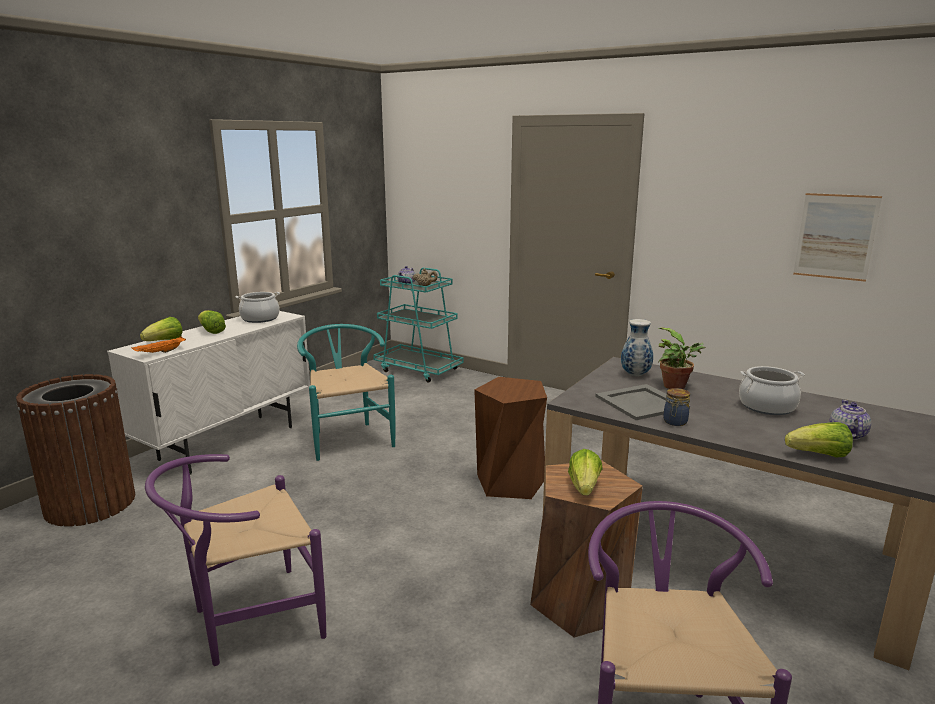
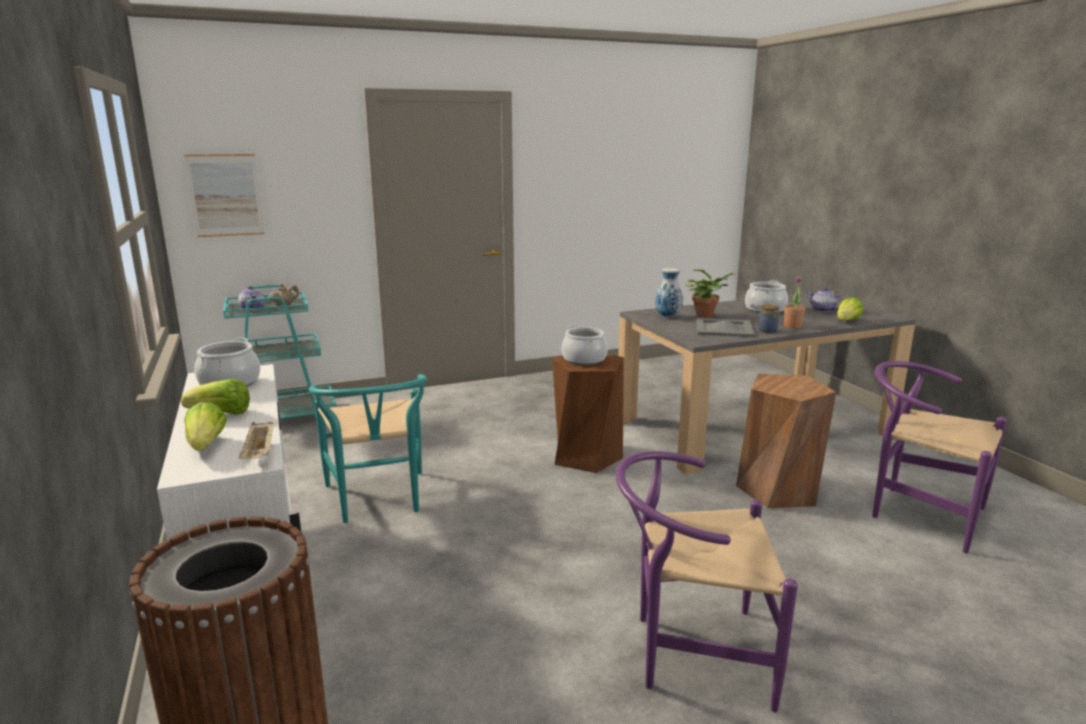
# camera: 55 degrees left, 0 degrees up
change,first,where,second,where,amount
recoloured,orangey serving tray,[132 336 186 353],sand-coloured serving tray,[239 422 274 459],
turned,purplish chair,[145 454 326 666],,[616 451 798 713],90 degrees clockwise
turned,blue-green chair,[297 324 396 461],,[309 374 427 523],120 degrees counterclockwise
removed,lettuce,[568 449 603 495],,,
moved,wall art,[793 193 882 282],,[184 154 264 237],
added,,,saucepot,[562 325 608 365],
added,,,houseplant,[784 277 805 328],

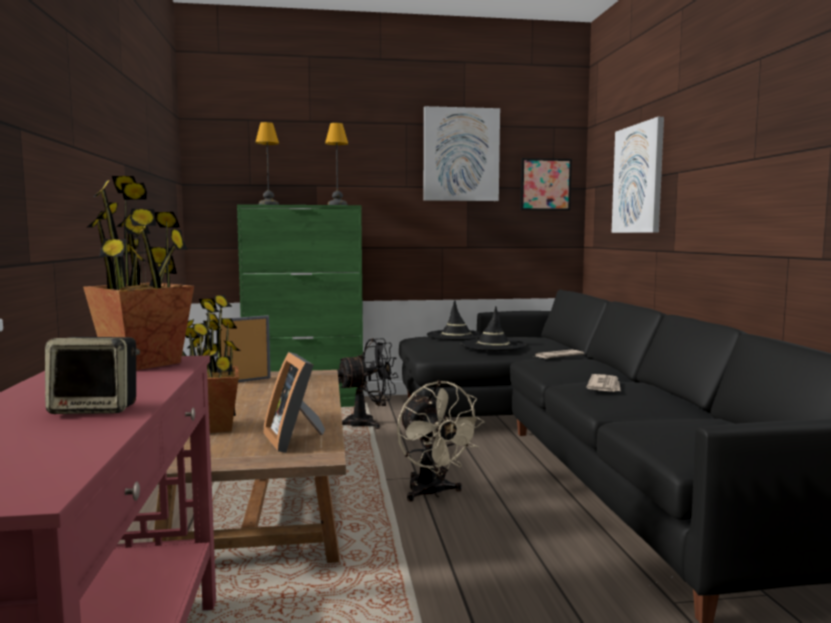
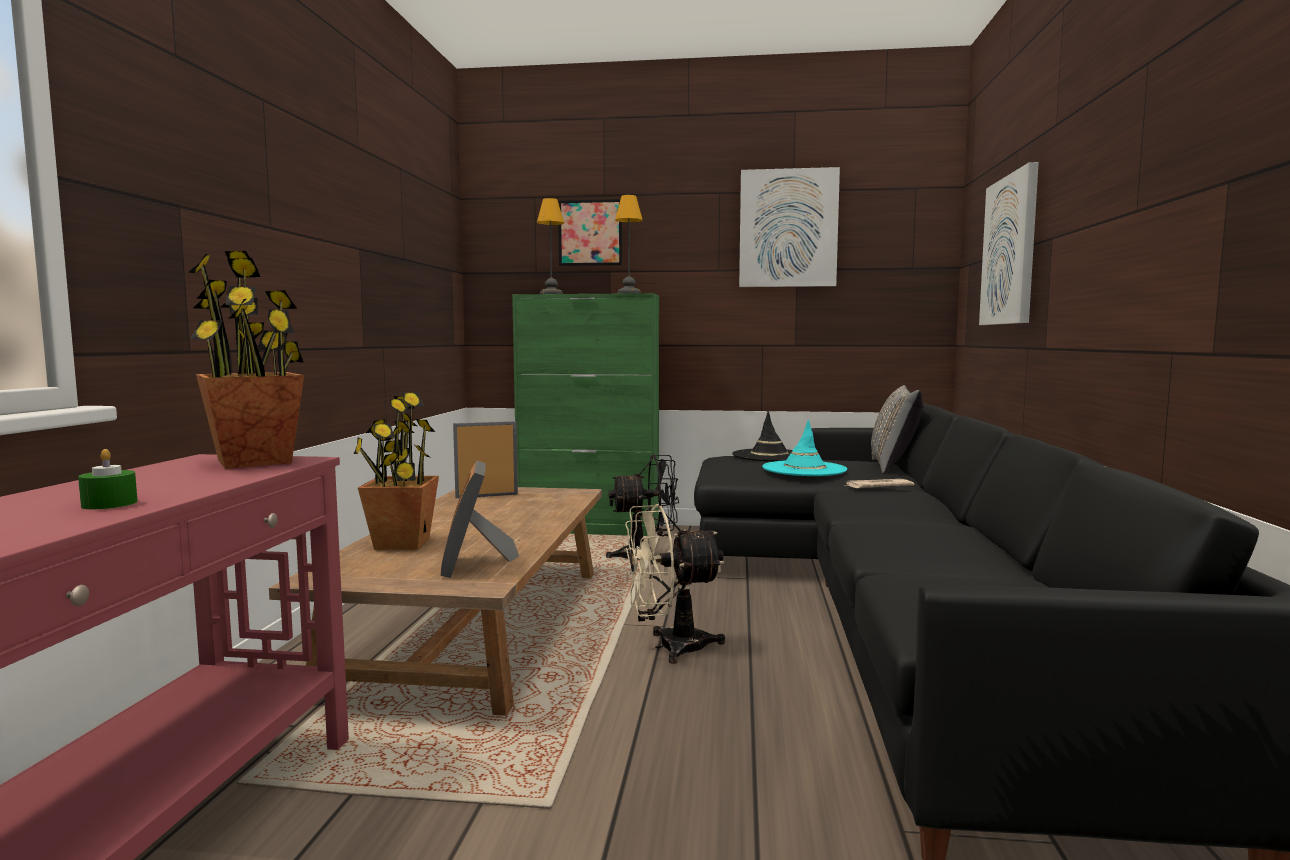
# camera: 15 degrees right, 0 degrees up
change,first,where,second,where,amount
replaced,speaker,[45 337 140 414],green-coloured candle,[78 449 138 509],
turned,sand-coloured fan,[397 380 485 502],,[624 504 725 664],90 degrees clockwise
recoloured,blackish clothing hat,[461 307 526 351],blue-green clothing hat,[762 419 847 476],
moved,wall art,[520 158 572 211],,[558 199 622 266],
removed,printed paper,[586 374 621 392],,,
added,,,grey cushion,[871 385 924 474],

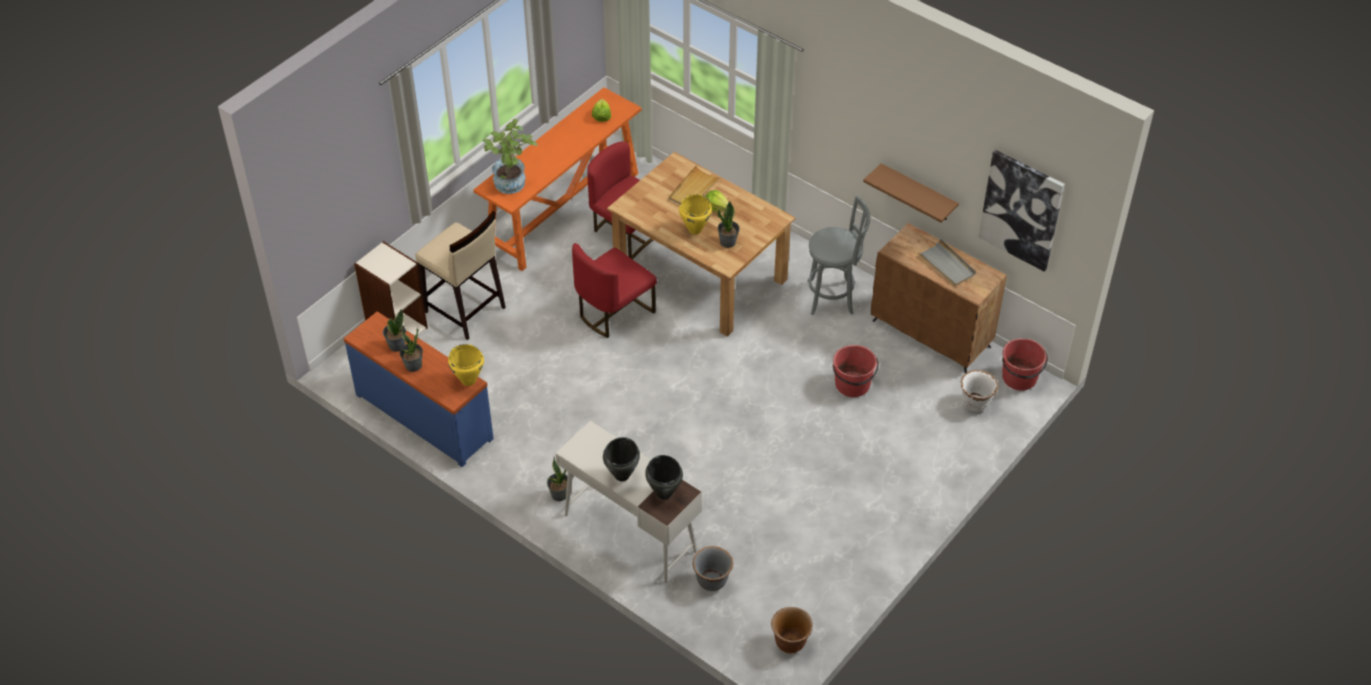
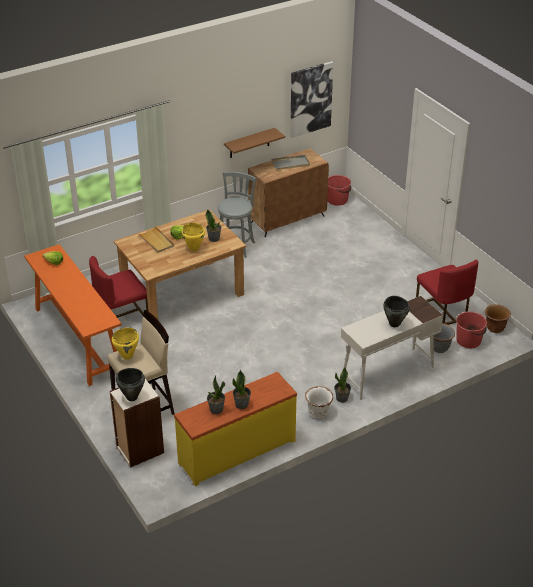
# camera: 70 degrees left, 10 degrees down
change,first,where,second,where,amount
recoloured,blue-coloured chest of drawers,[343 311 494 467],yellow-coloured chest of drawers,[174 372 297 486],
moved,yellow-coloured saucepot,[448 344 484 386],,[112 328 139 360],
removed,houseplant,[483 118 537 194],,,
moved,reddish chair,[572 243 657 338],,[416 260 478 325],
moved,blackish saucepot,[645 455 683 500],,[116 368 145 401],
moved,reddish pail,[833 345 879 397],,[456 311 487 348],
moved,whitish flower pot,[961 370 998 412],,[305 386 333 419],

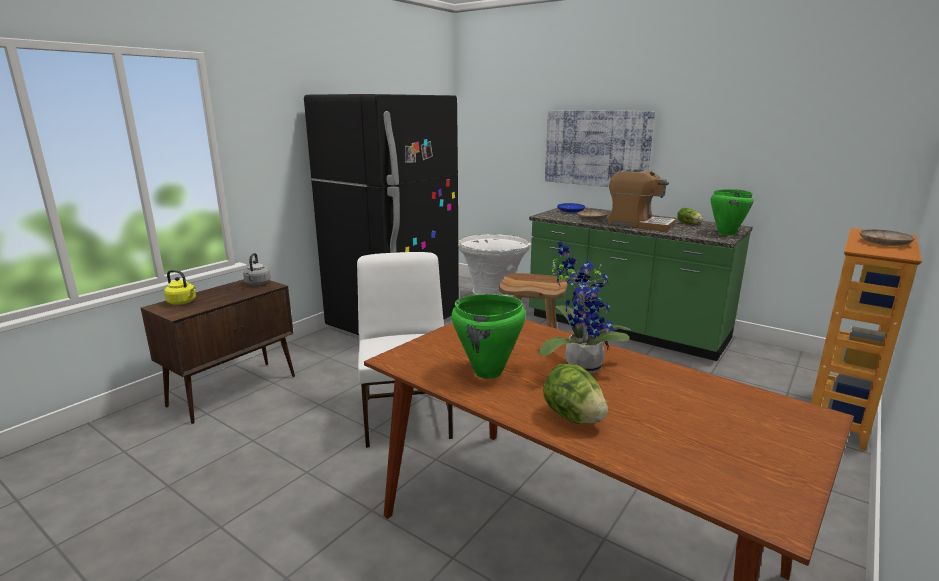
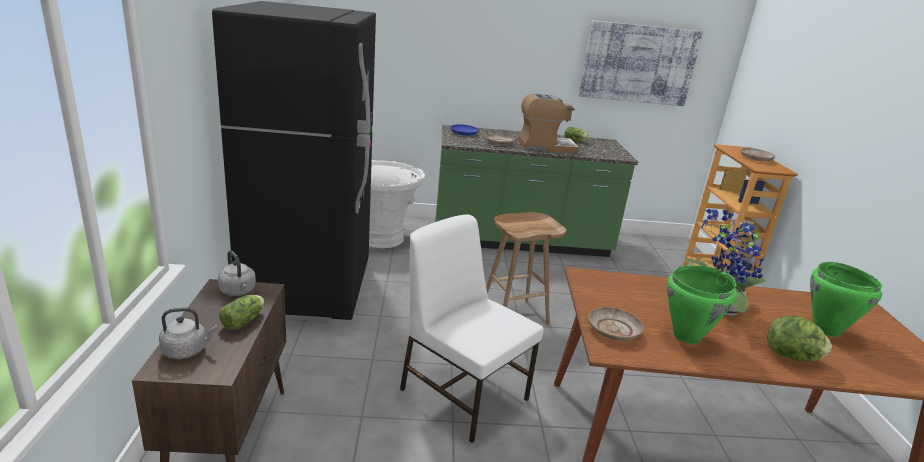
# camera: 40 degrees left, 5 degrees up
change,first,where,second,where,amount
recoloured,yellow-coloured tea kettle,[164 270 196 305],grey tea kettle,[159 308 217 359],
moved,wall art,[545 110 655 187],,[579 20 703 106],
moved,green-coloured saucepot,[711 189 754 235],,[810 262 882 337],
added,,,lettuce,[219 295 265 330],
added,,,sand-coloured plate,[588 307 644 341],

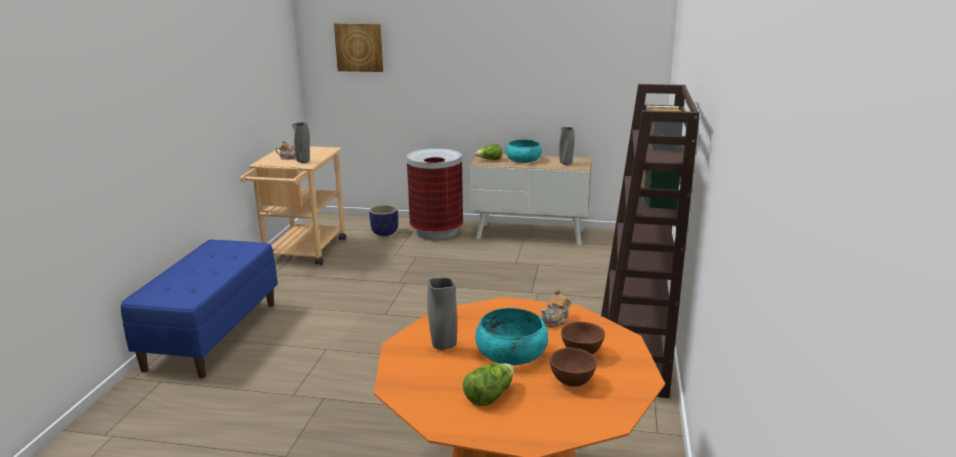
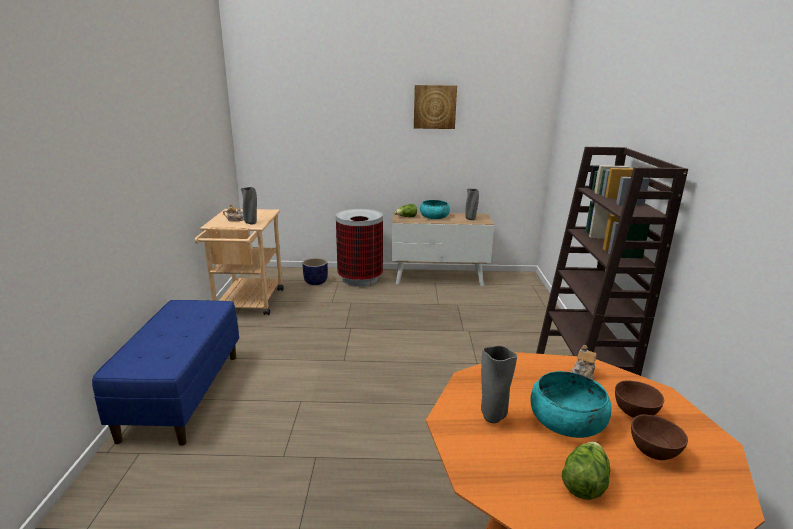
# camera: 10 degrees left, 0 degrees up
change,first,where,second,where,amount
moved,wall art,[334 23 383 72],,[414 85 457 129],

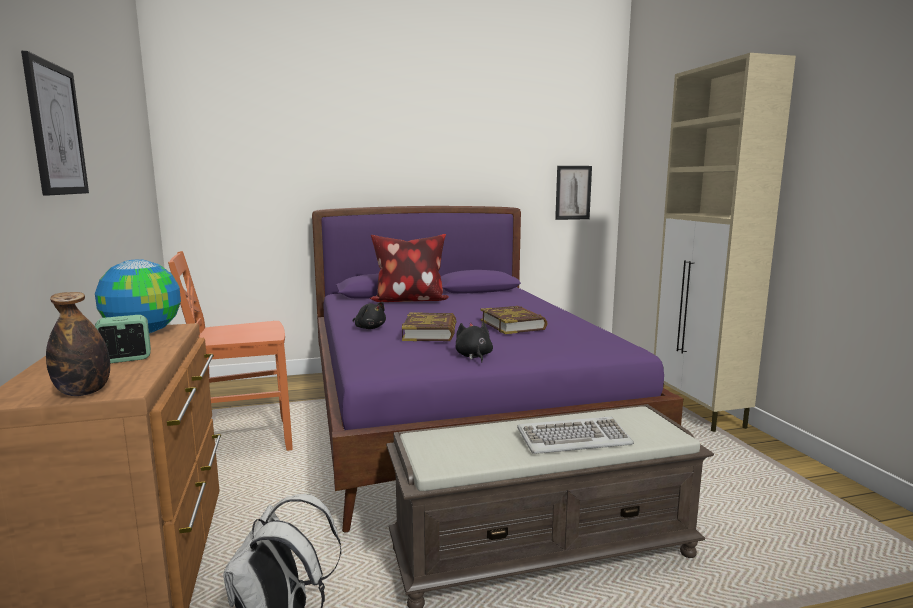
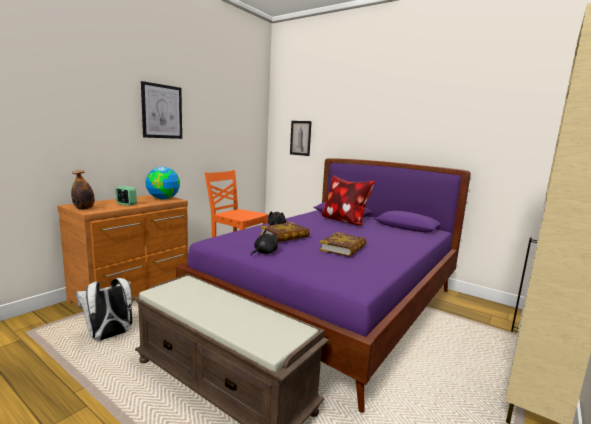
# camera: 50 degrees right, 0 degrees up
change,first,where,second,where,amount
removed,PC keyboard,[517 417 634 454],,,
moved,wall art,[555 166 592 220],,[290 121 312 156],

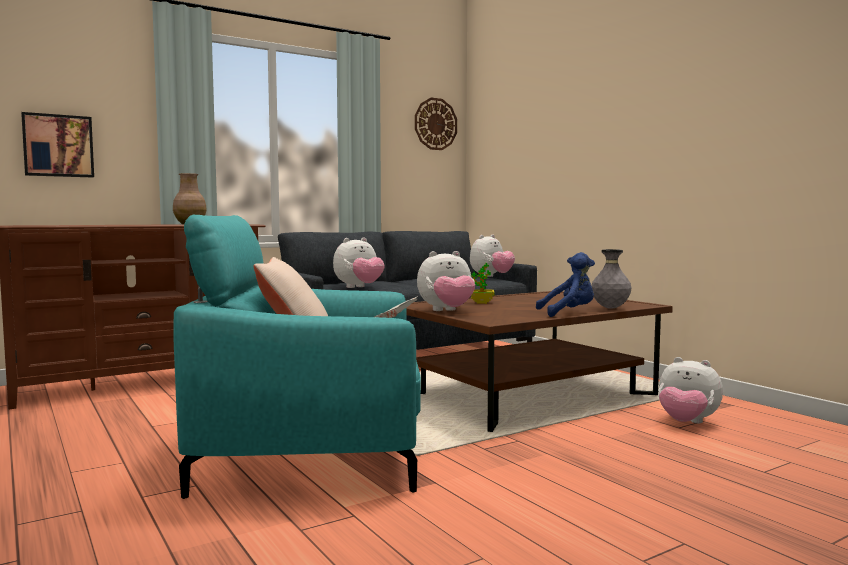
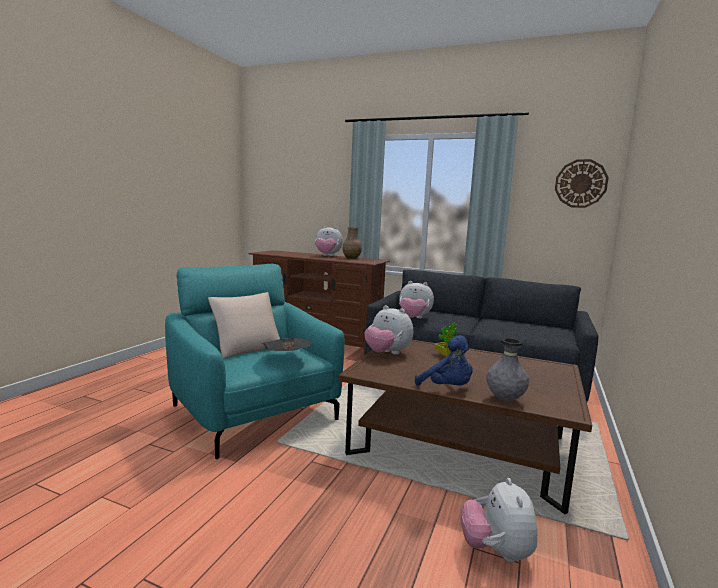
# camera: 55 degrees right, 5 degrees up
change,first,where,second,where,amount
removed,wall art,[21 112 94 177],,,
moved,soft toy,[470 234 515 277],,[315 226 343 256],

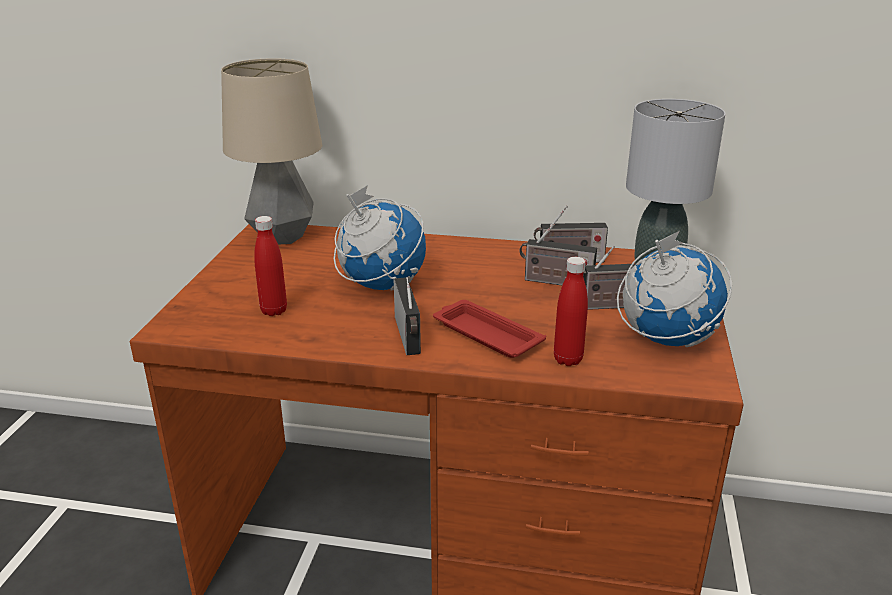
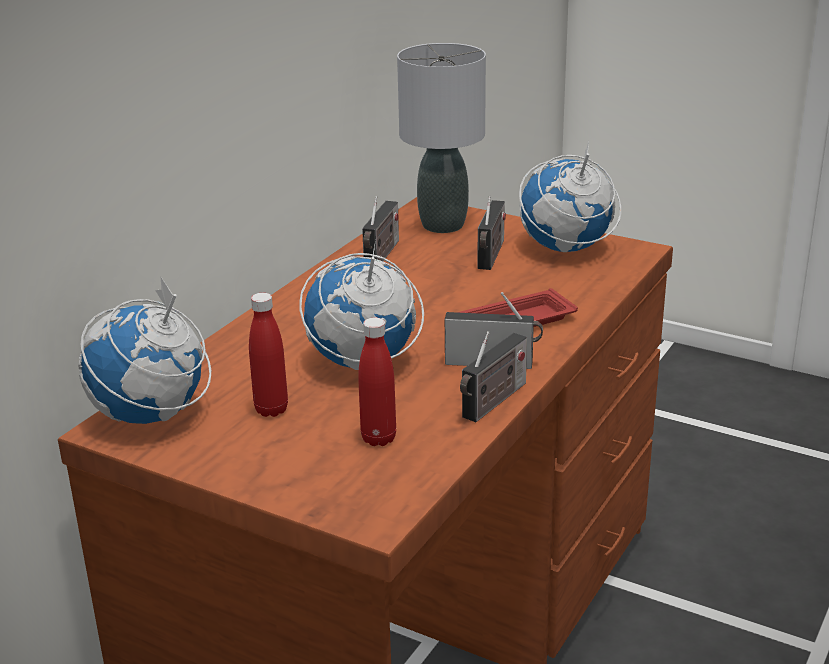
# camera: 70 degrees left, 0 degrees up
change,first,where,second,where,amount
replaced,tabletop lamp,[221 58 322 244],world globe,[78 276 211 424],
moved,radio receiver,[520 223 597 285],,[460 331 527 422],
moved,reddish bottle,[554 257 588 366],,[249 293 288 417],

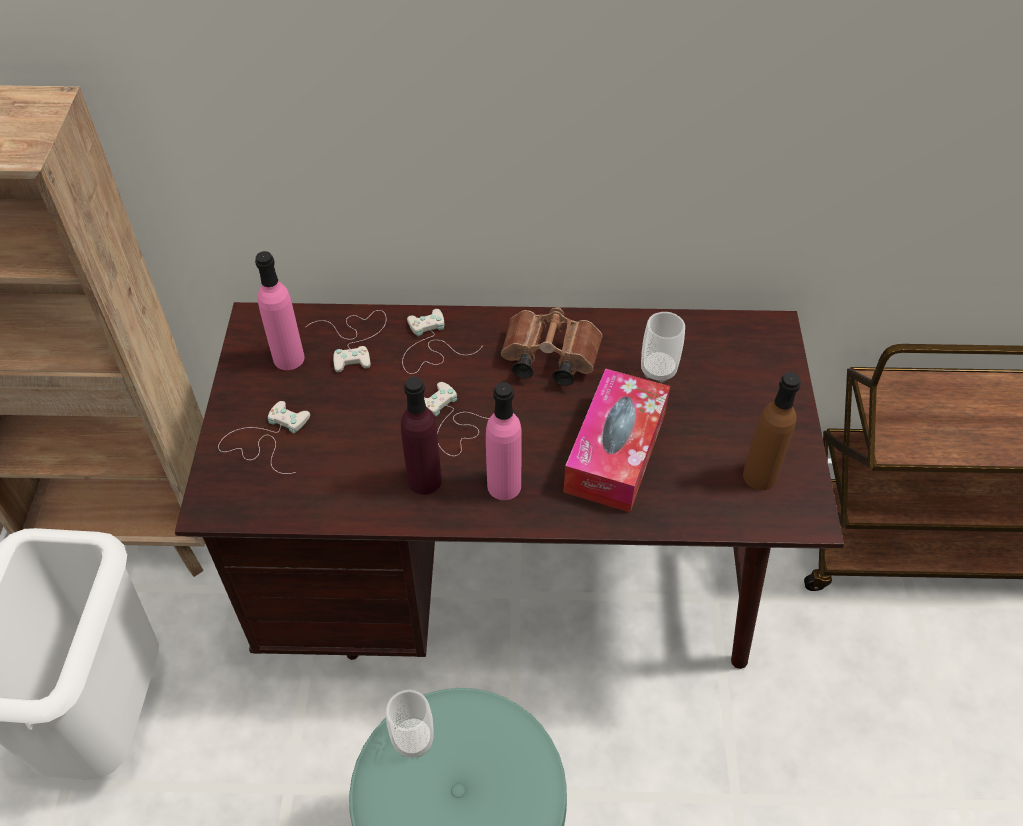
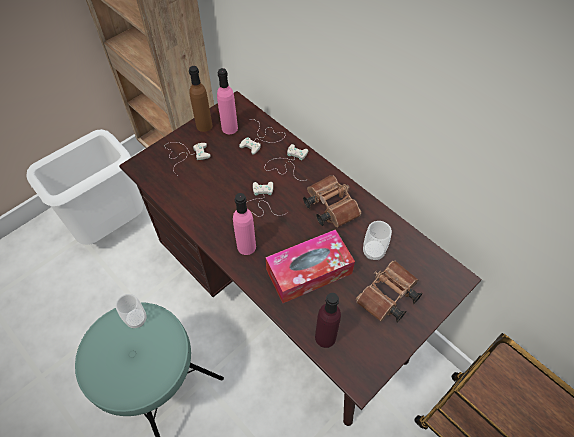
# camera: 45 degrees right, 5 degrees up
change,first,where,second,where,amount
moved,purplish bottle,[401 377 442 495],,[315 293 341 348],
moved,brown-coloured bottle,[743 372 801 490],,[189 66 212 132],
added,,,brown-coloured binoculars,[356 261 423 323],

